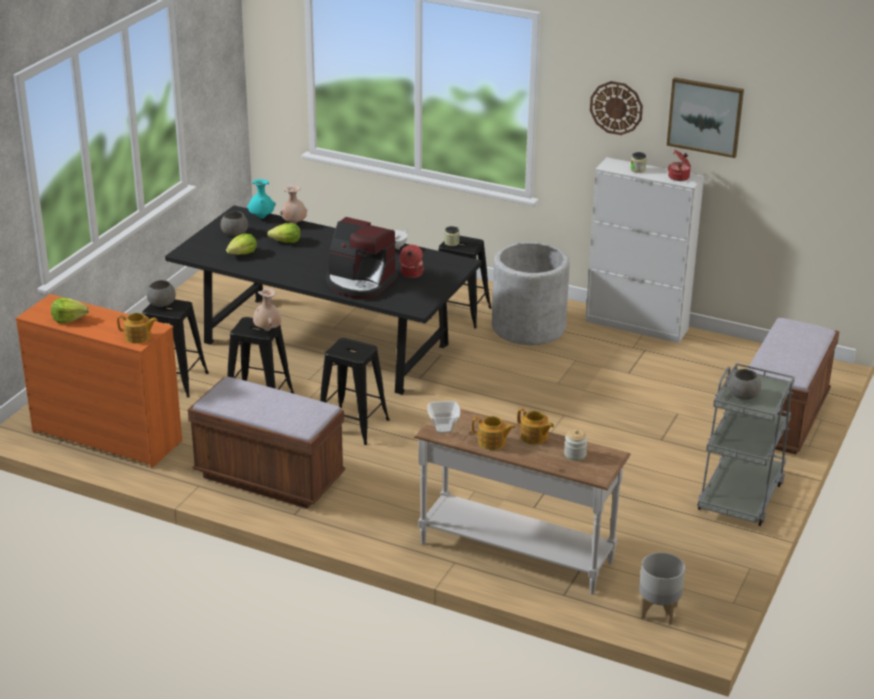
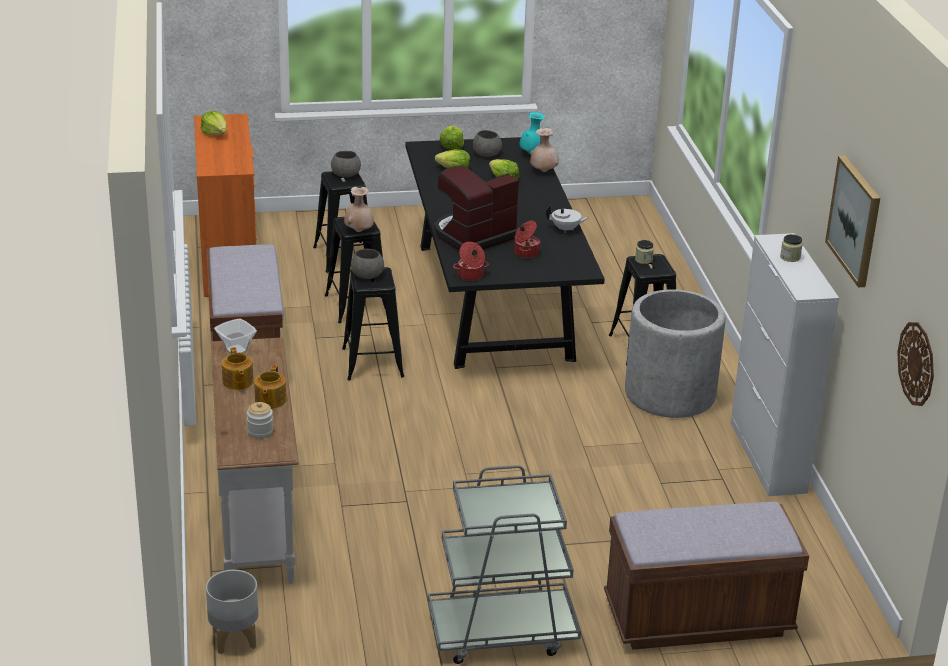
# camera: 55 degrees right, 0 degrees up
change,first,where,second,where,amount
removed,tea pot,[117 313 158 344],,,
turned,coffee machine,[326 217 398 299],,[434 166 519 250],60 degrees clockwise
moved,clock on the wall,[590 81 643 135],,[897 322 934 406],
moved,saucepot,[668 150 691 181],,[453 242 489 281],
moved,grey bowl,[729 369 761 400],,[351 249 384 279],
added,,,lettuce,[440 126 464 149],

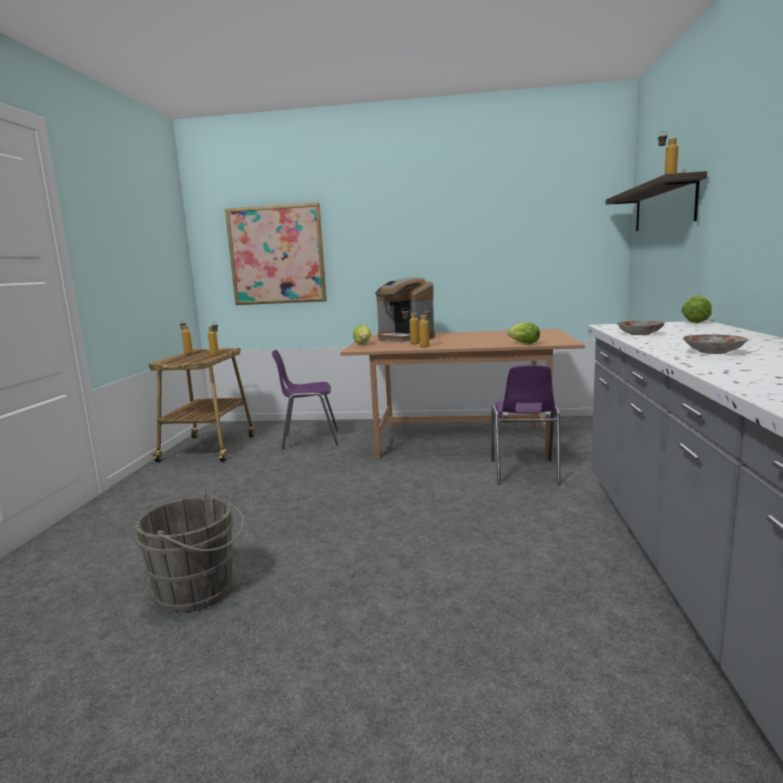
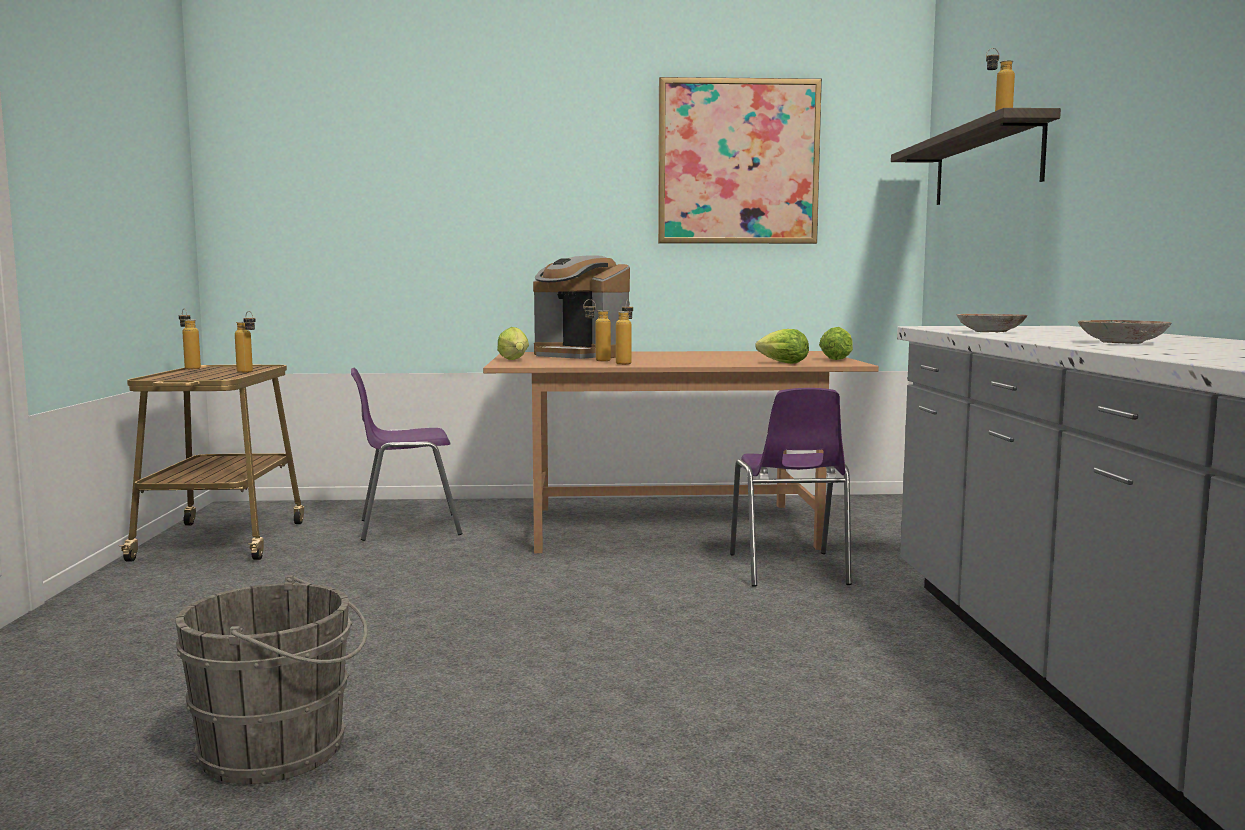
# camera: 10 degrees left, 5 degrees down
change,first,where,second,where,amount
moved,wall art,[225 203 327 305],,[658 77 822 244],
moved,lettuce,[681 295 712 323],,[819 327 853 360],

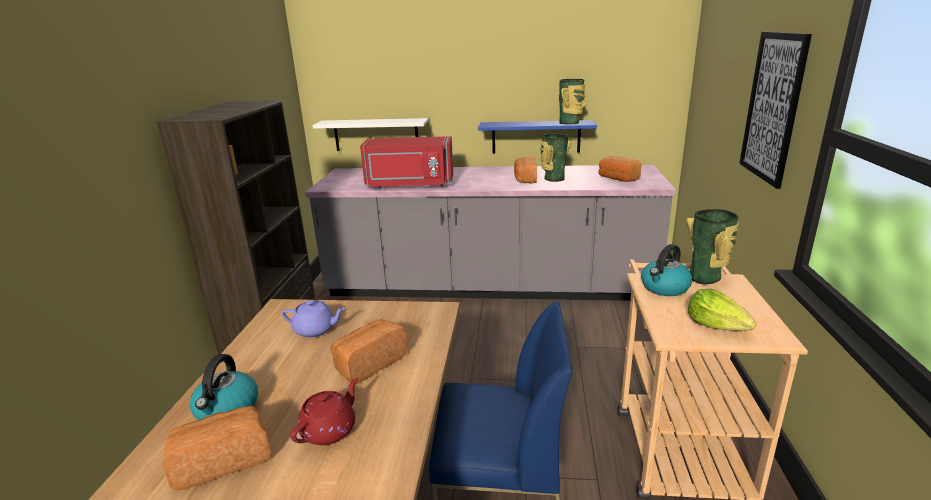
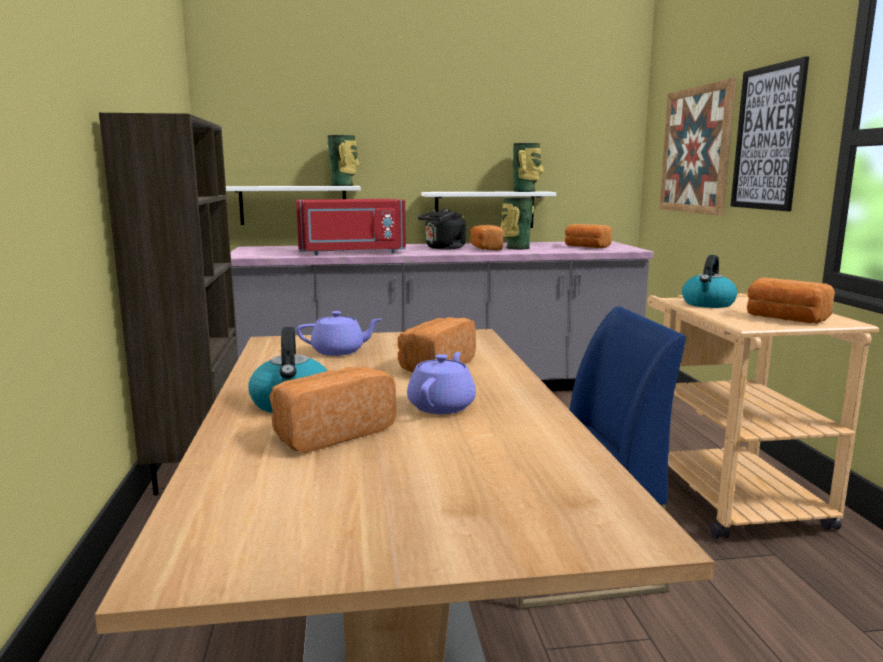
# camera: 15 degrees left, 10 degrees down
change,first,where,second,where,amount
recoloured,reddish tea pot,[290 378 358 445],purplish tea pot,[407 352 476 414],
recoloured,blue-coloured shelf,[478 120 597 154],whitish shelf,[421 191 556 228],
moved,decorative vase,[686 209 739 284],,[327 135 359 186],
replaced,lettuce,[688 289 756 331],baked bread,[747 277 835 323],
added,,,blackish tea kettle,[418 208 466 250],
added,,,wall art,[659 78 736 216],

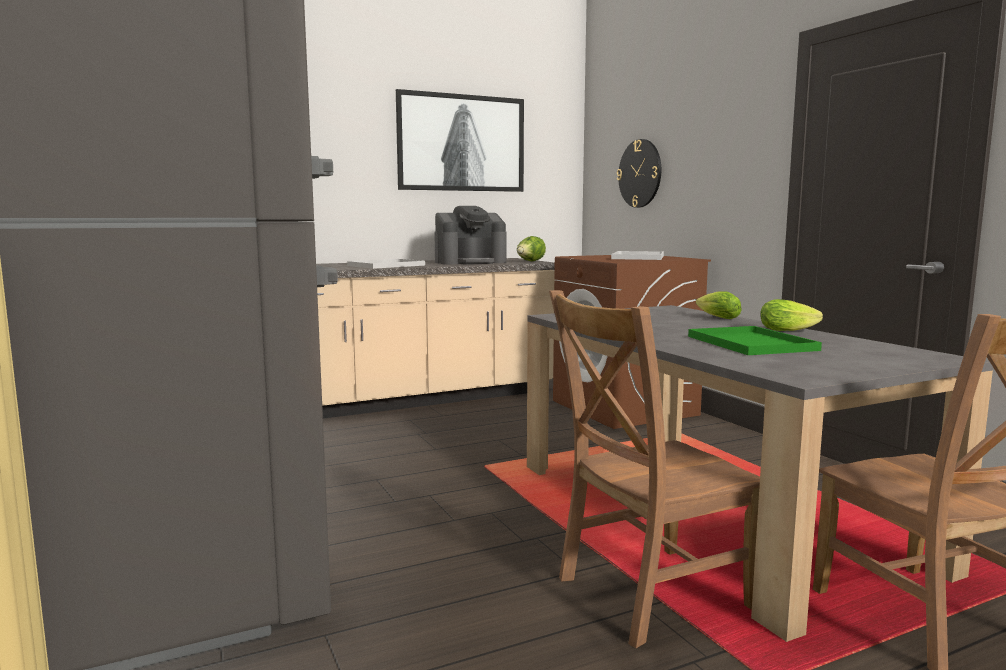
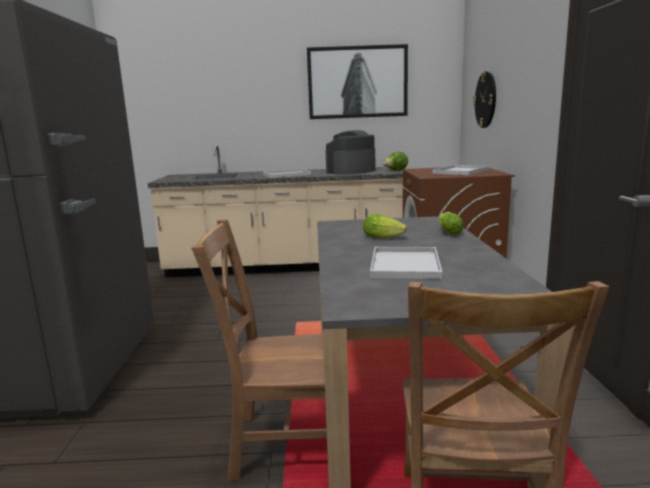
# camera: 25 degrees right, 5 degrees up
change,first,where,second,where,amount
turned,coffee machine,[434 206 507 265],,[326 130 376 175],135 degrees clockwise
recoloured,green-coloured serving tray,[688 326 822 355],whitish serving tray,[370 247 442 279],
moved,lettuce,[760 299 823 331],,[363 214 407 239],

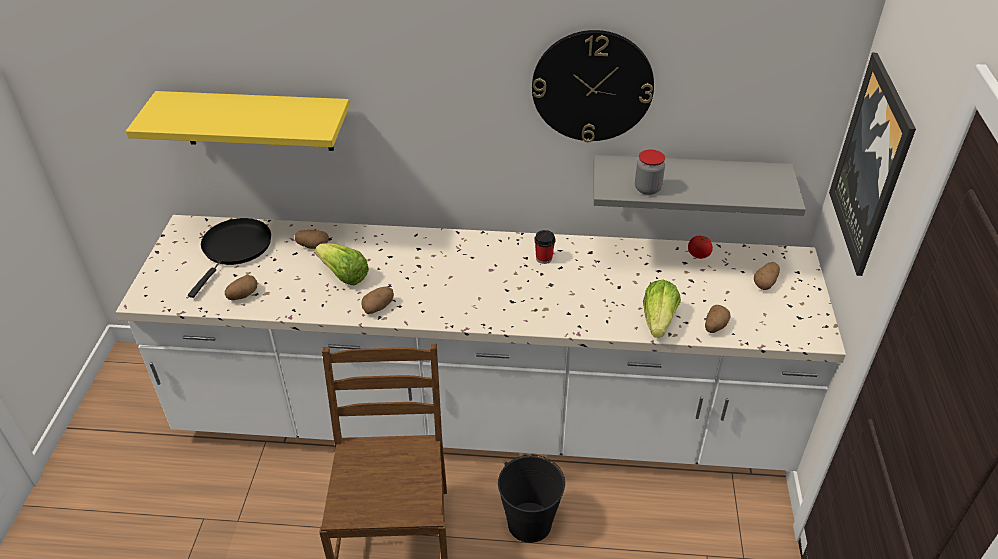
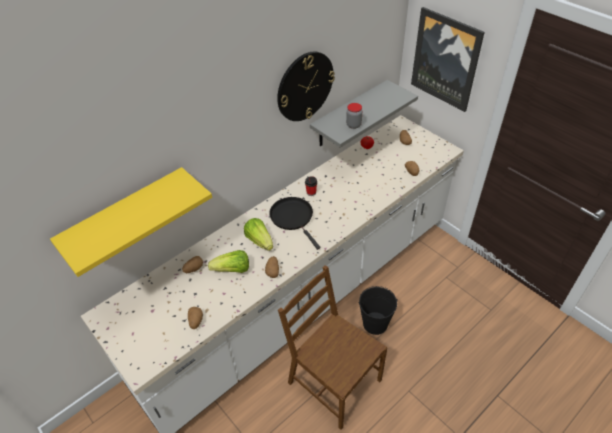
# camera: 45 degrees left, 5 degrees up
change,first,where,second,where,amount
moved,blackish frying pan,[188 218 271 298],,[269 197 321 250],
moved,lettuce,[643 280 681 338],,[244 218 273 251],

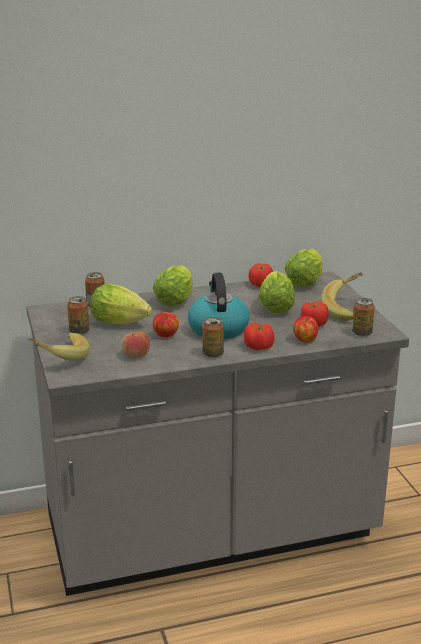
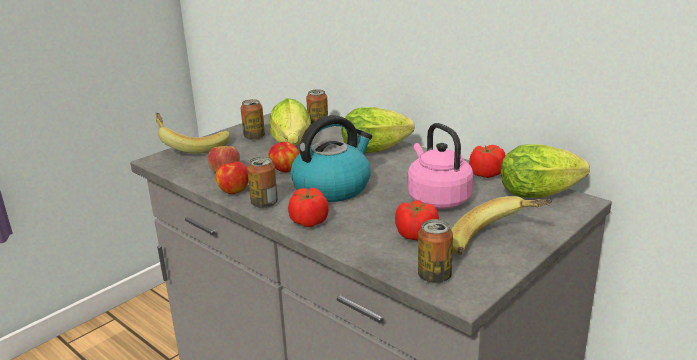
# camera: 60 degrees right, 0 degrees up
change,first,where,second,where,amount
replaced,lettuce,[258 271 295 314],pinkish tea kettle,[408 123 473 209],
moved,apple fruit,[293 316 318 343],,[215 161 249 194],

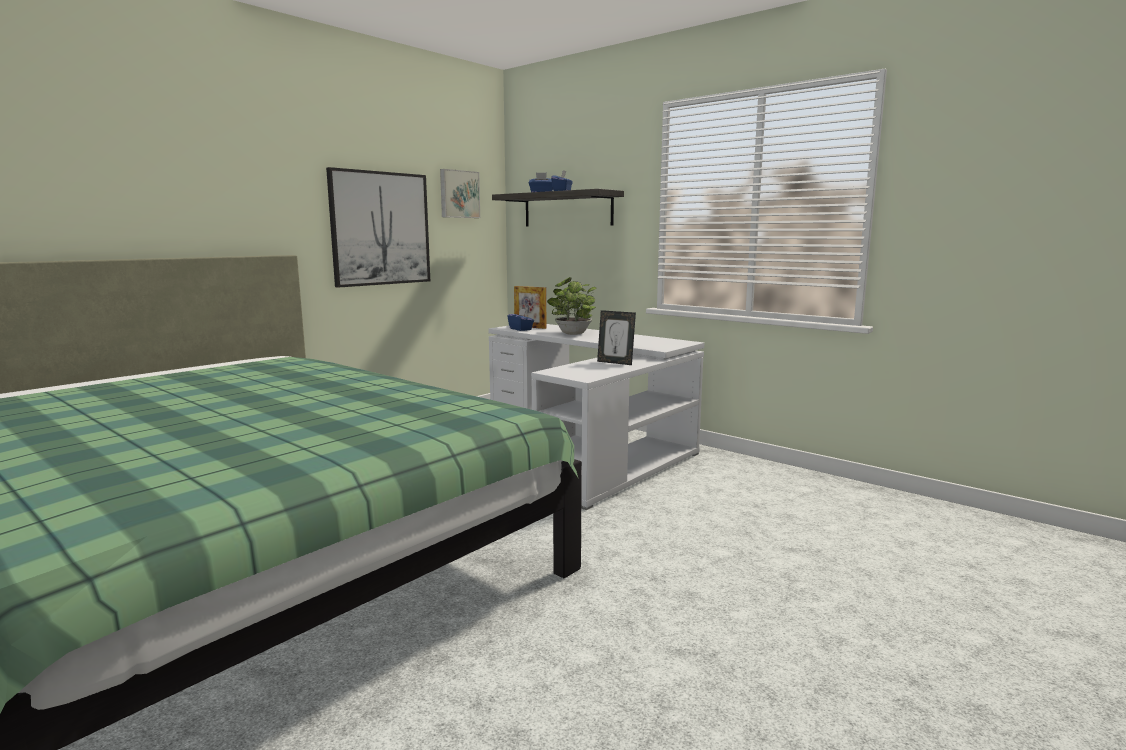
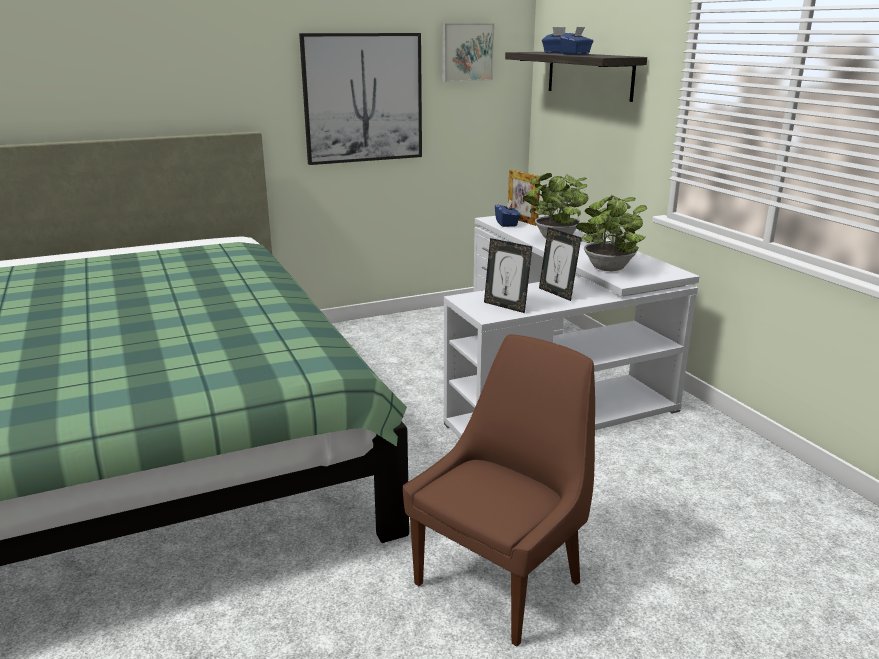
# camera: 25 degrees right, 10 degrees up
change,first,where,second,where,amount
added,,,brown-coloured chair,[403 334 595 647],
added,,,standing frame,[484 238 532 313],
added,,,houseplant,[576 195 647 271],

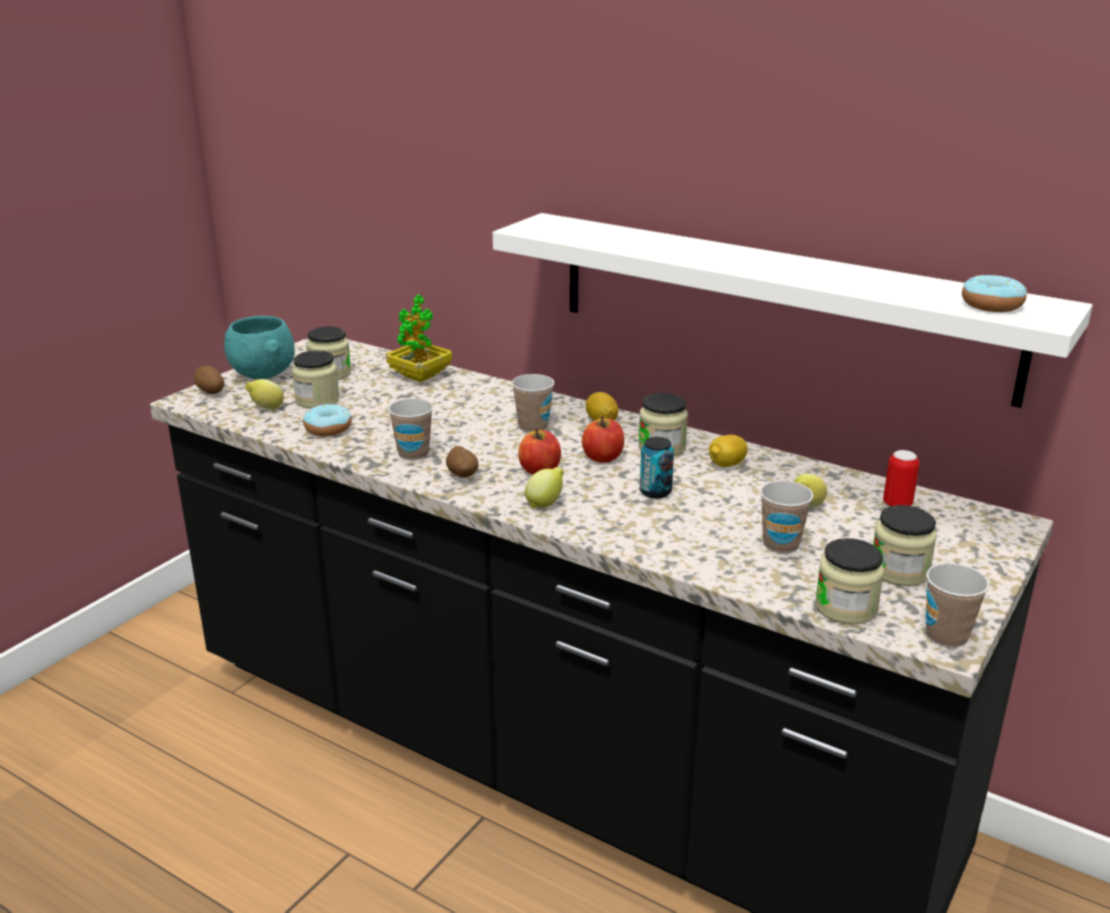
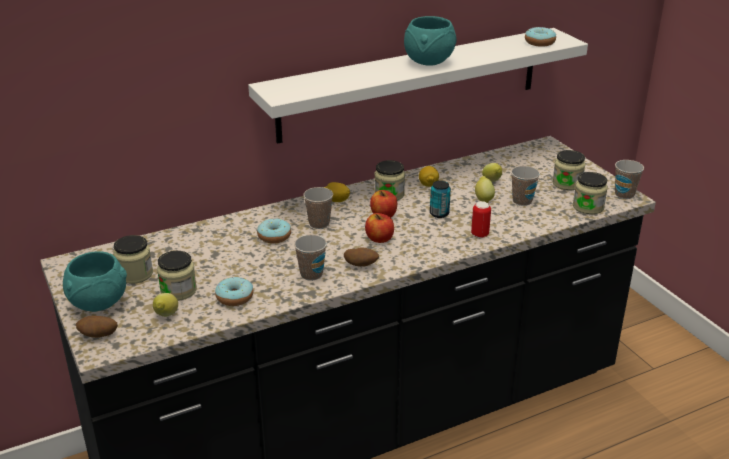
# camera: 60 degrees left, 5 degrees up
change,first,where,second,where,amount
removed,houseplant,[386 294 452 382],,,
moved,citrus fruit,[525 467 564 508],,[475 176 495 203],
moved,metal can,[883 450 919 507],,[471 201 491 238],
added,,,ring doughnut,[257 218 291 243],
added,,,blue-green bowl,[404 16 457 66],

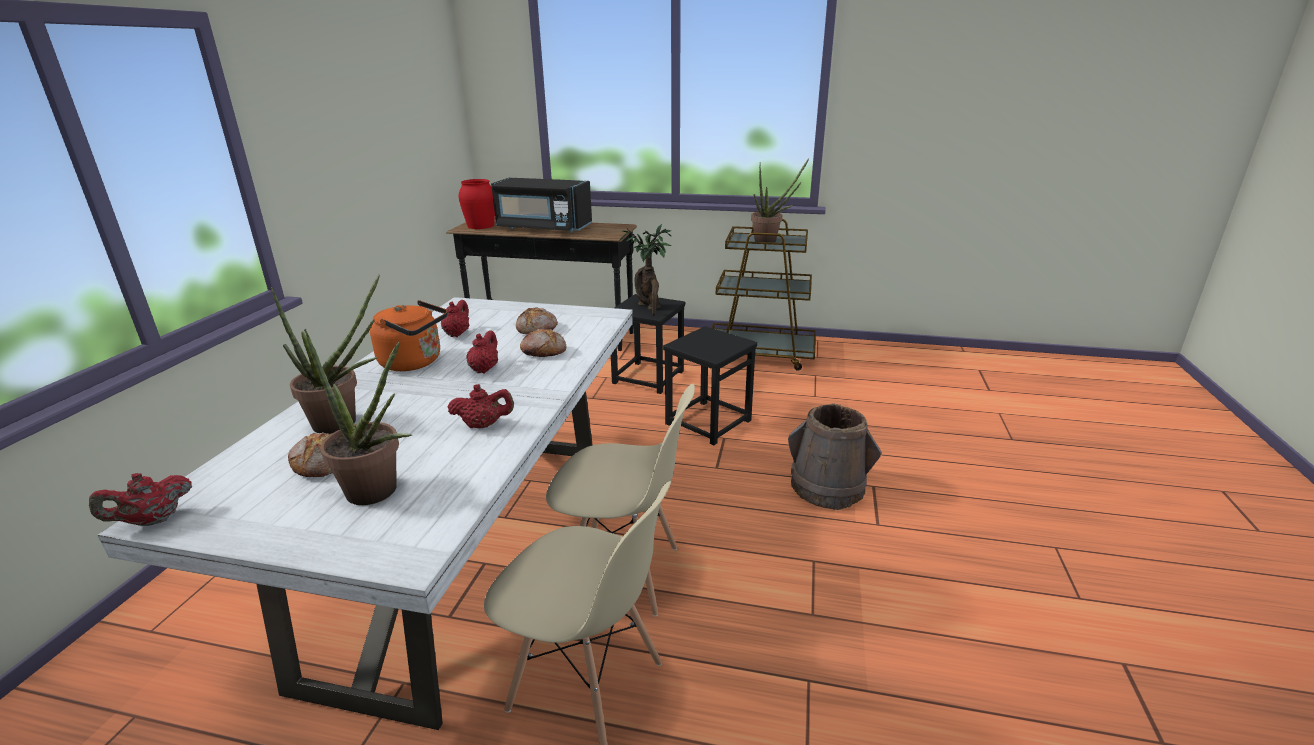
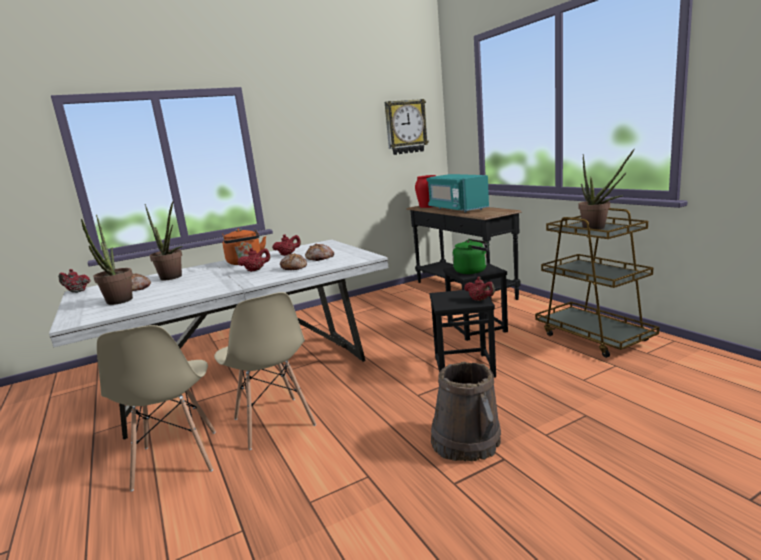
# camera: 50 degrees right, 10 degrees down
change,first,where,second,where,amount
moved,reddish tea pot,[448 384 514 429],,[464 277 495 301],
recoloured,blackish microwave,[491 178 592 233],blue-green microwave,[426 174 489 213],
replaced,houseplant,[619 224 671 316],green-coloured tea kettle,[453 239 489 274],
added,,,clock on the wall,[385 99 429 155],

